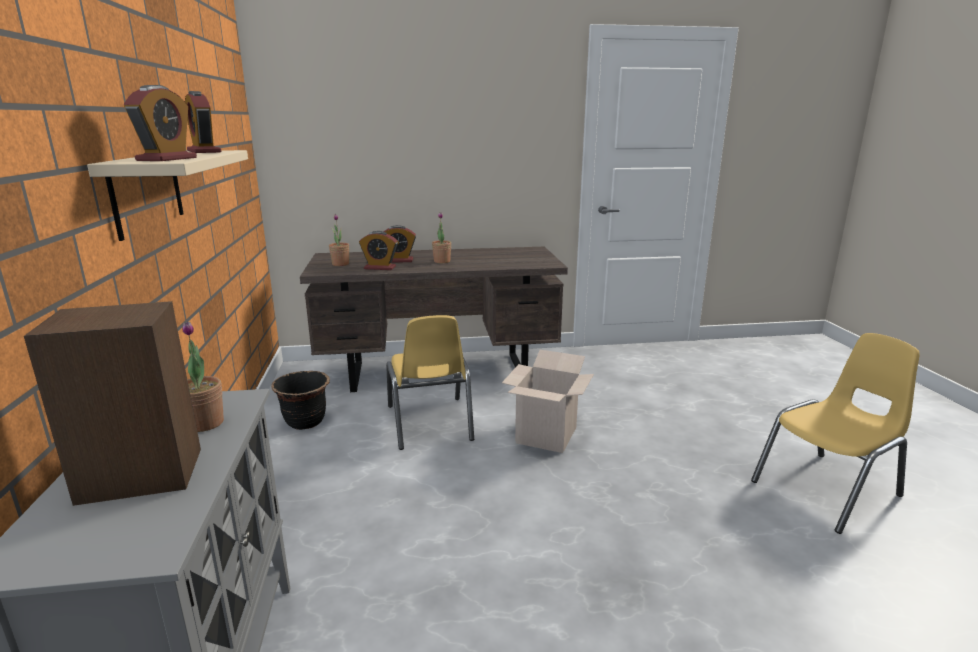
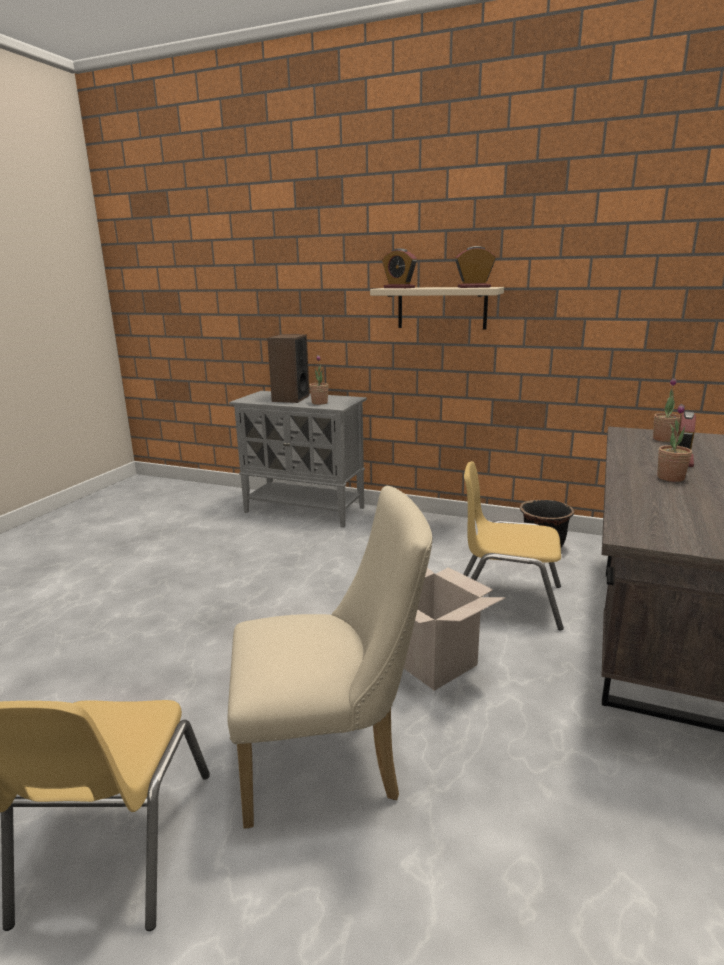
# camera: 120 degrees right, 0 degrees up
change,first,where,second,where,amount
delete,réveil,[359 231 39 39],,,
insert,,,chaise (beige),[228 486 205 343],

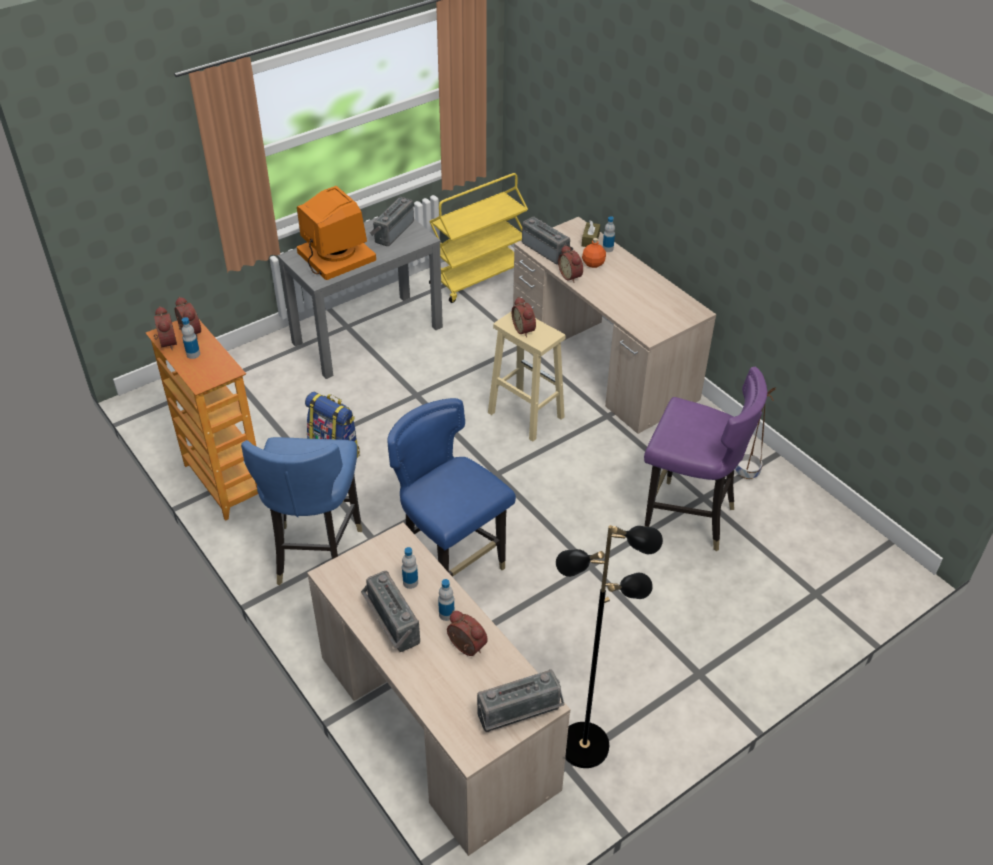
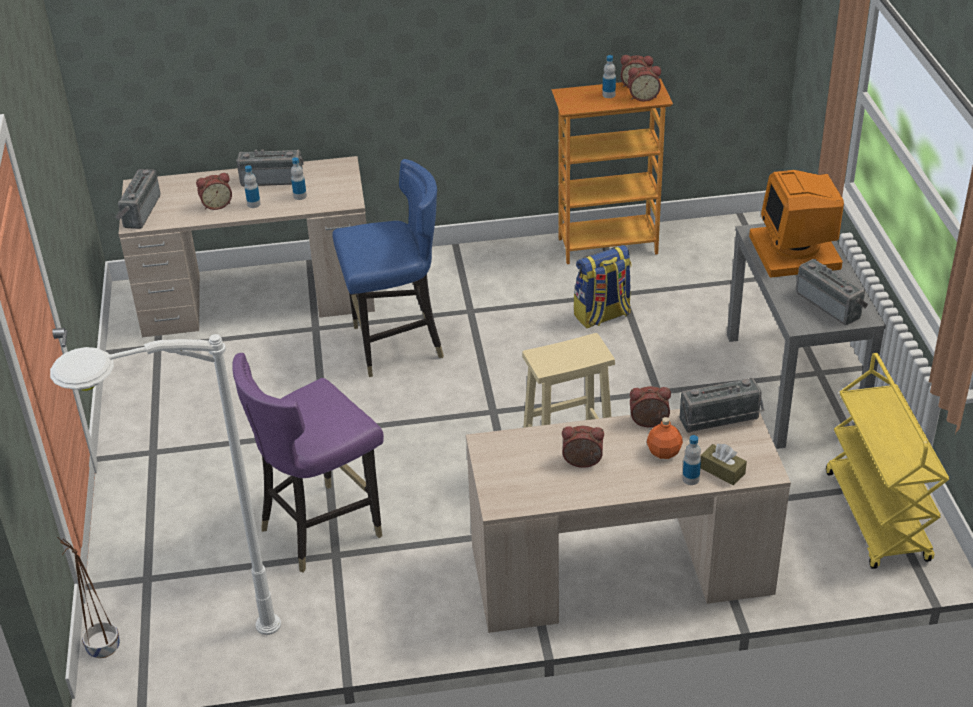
# camera: 120 degrees right, 5 degrees down
change,first,where,second,where,amount
delete,chaise (bleu),[241 437 121 148],,,
rotate,écran d'ordinateur,[297 186 79 94],,[749 170 95 107],90 degrees clockwise
move,réveil,[512 297 24 40],,[562 426 42 42],
delete,lampadaire (noir),[556 525 107 243],,,
move,cache-pot (marron),[735 387 42 92],,[57 537 63 121],
insert,,,lampadaire (blanc),[50 334 231 301],

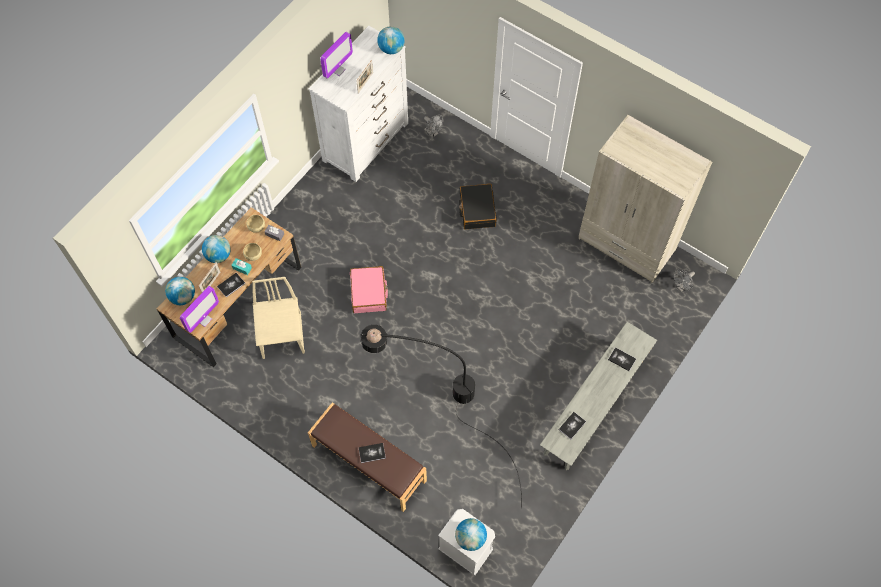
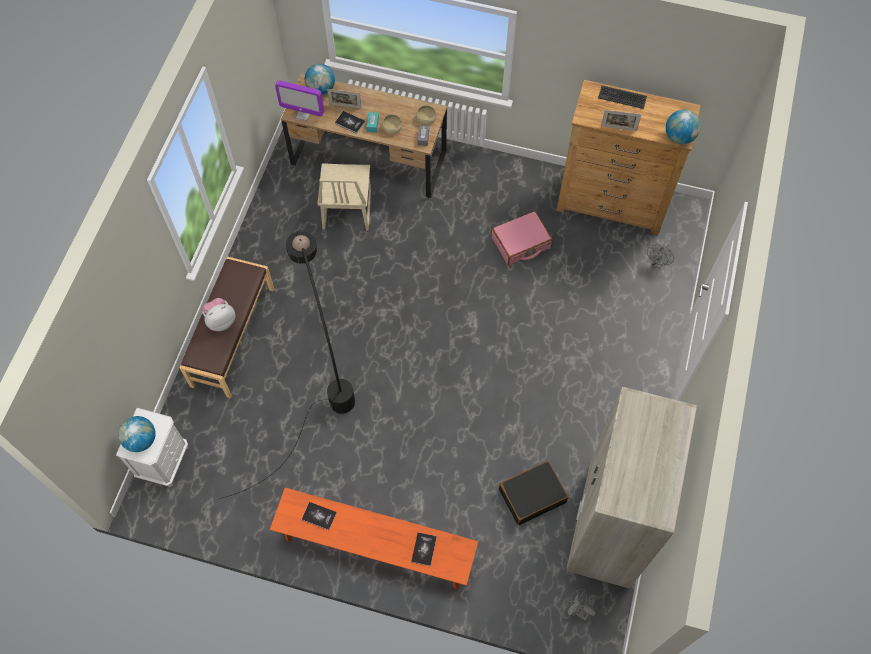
# camera: 70 degrees right, 0 degrees up
change,first,where,second,where,amount
delete,globe,[202 235 29 28],,,
rotate,chaise (beige),[252 277 53 82],,[318 163 53 68],120 degrees clockwise
recolor,commode (blanc),[308 26 100 156],commode (marron),[556 80 145 154],
replace,écran d'ordinateur,[320 32 33 46],clavier,[598 86 49 23],
move,valise (rose),[350 266 38 47],,[491 211 62 54],
replace,livre,[358 443 28 20],peluche,[202 298 33 33],
move,valise (noir),[459 184 38 45],,[499 461 70 64],
recolor,banc (gris),[540 322 117 148],banc (orange),[270 488 208 102],

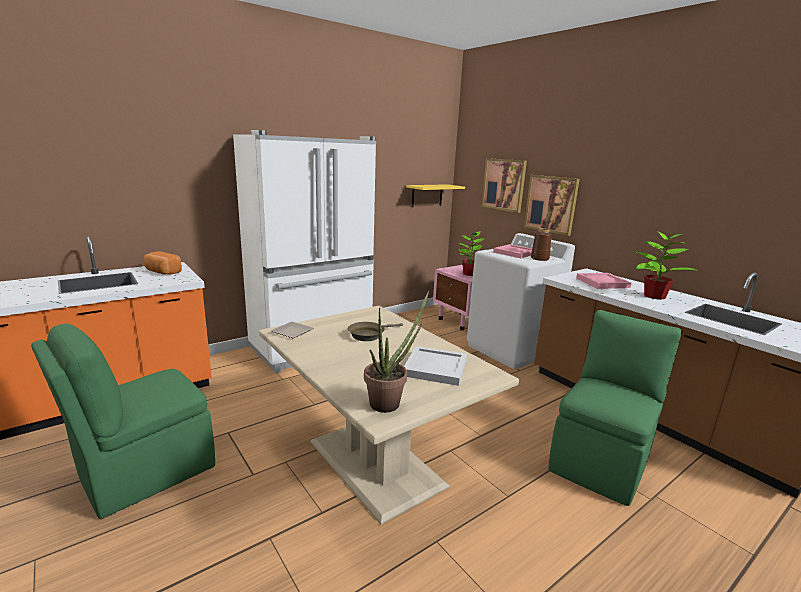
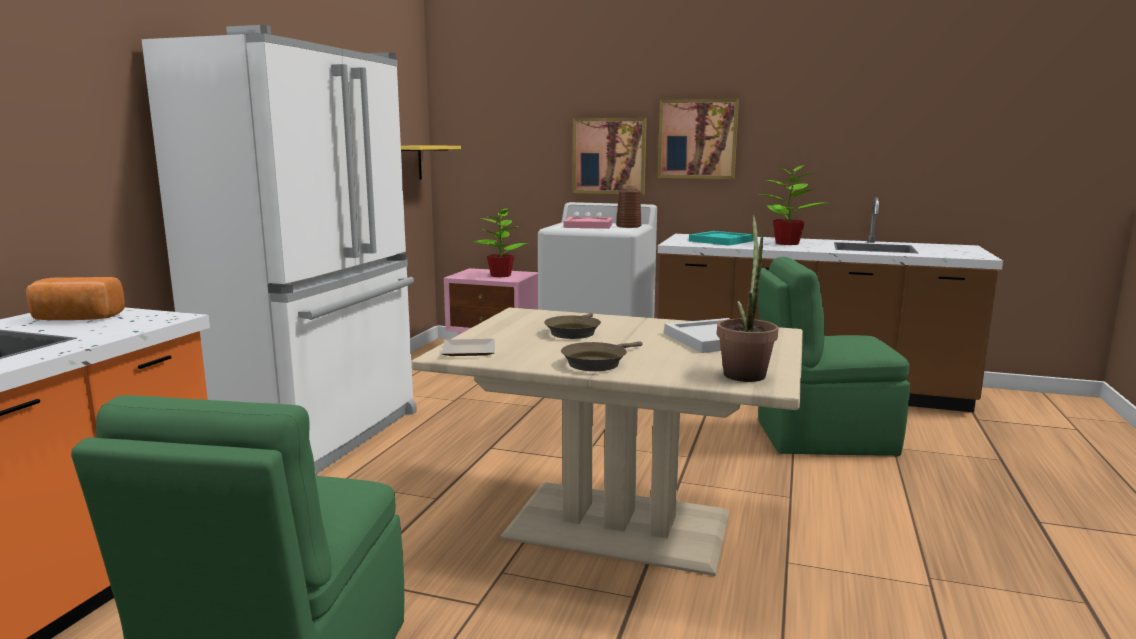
# camera: 35 degrees left, 5 degrees down
change,first,where,second,where,amount
move,tableau,[481 158 46 55],,[658 99 81 80],
rotate,chaise (vert),[548 310 134 196],,[758 257 152 199],90 degrees counterclockwise
recolor,plateau (rose),[576 273 56 16],plateau (turquoise),[689 231 65 15],
insert,,,poêle (marron),[561 341 82 30],

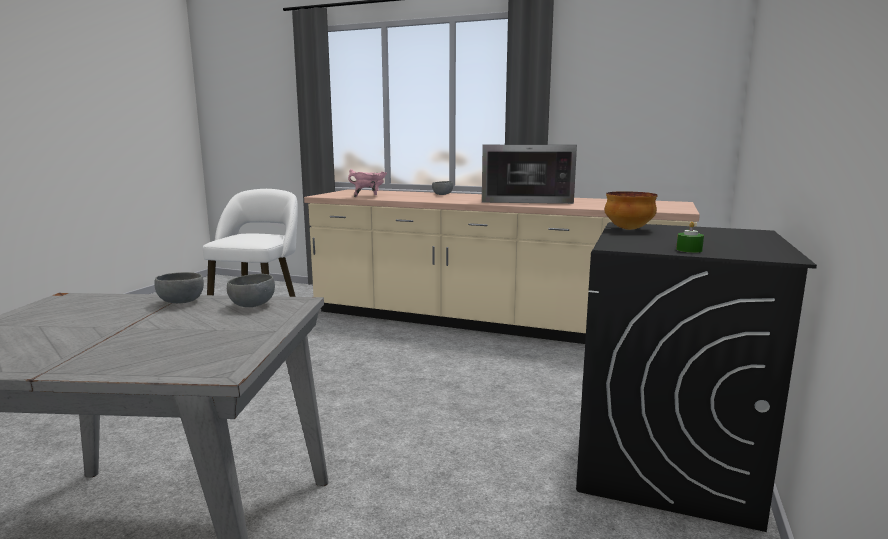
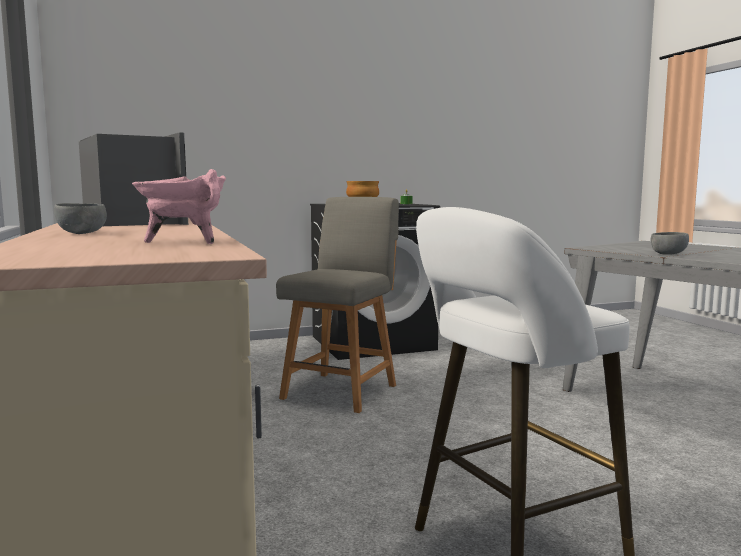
# camera: 130 degrees left, 5 degrees down
change,first,where,second,where,amount
delete,bol (gris),[227 274 48 33],,,
insert,,,chaise (gris),[276 197 123 216],

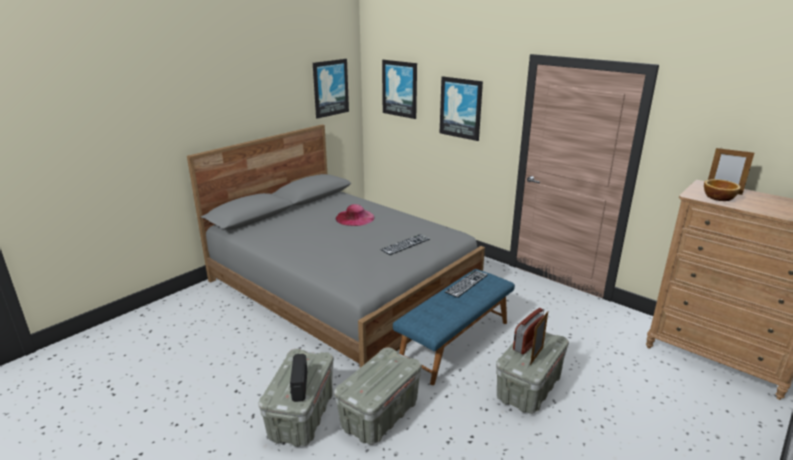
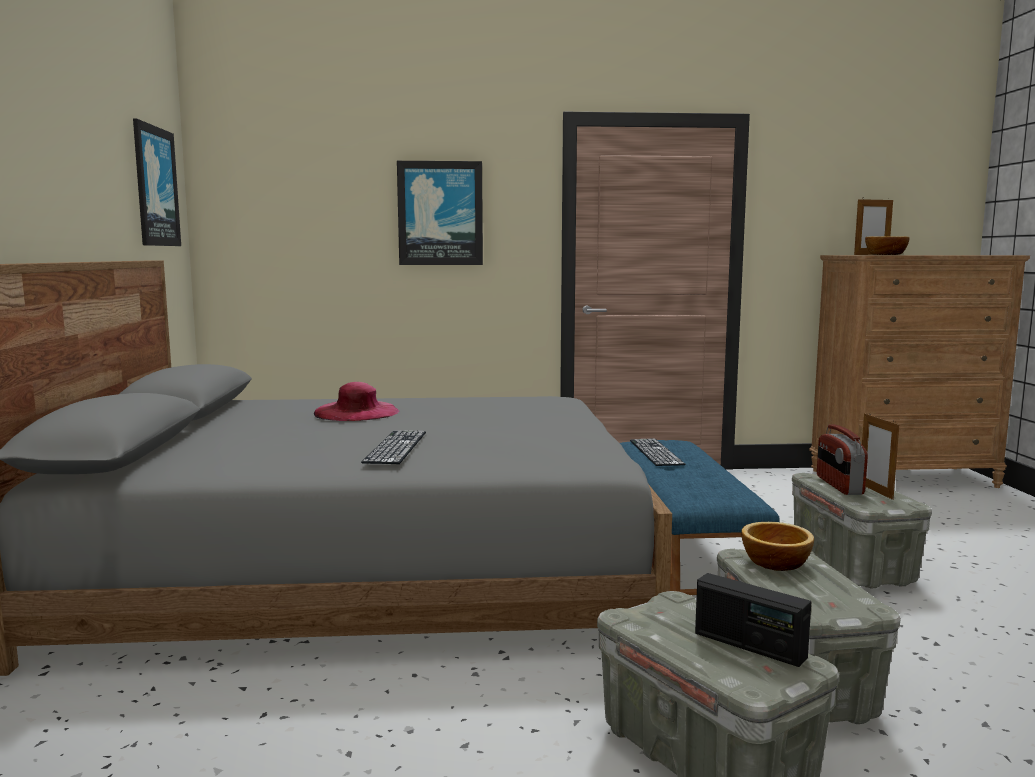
# camera: 45 degrees left, 15 degrees down
change,first,where,second,where,amount
move,clavier,[380 234 50 21],,[361 431 65 33],
delete,tableau,[382 60 35 59],,,
insert,,,bol,[741 522 73 49],

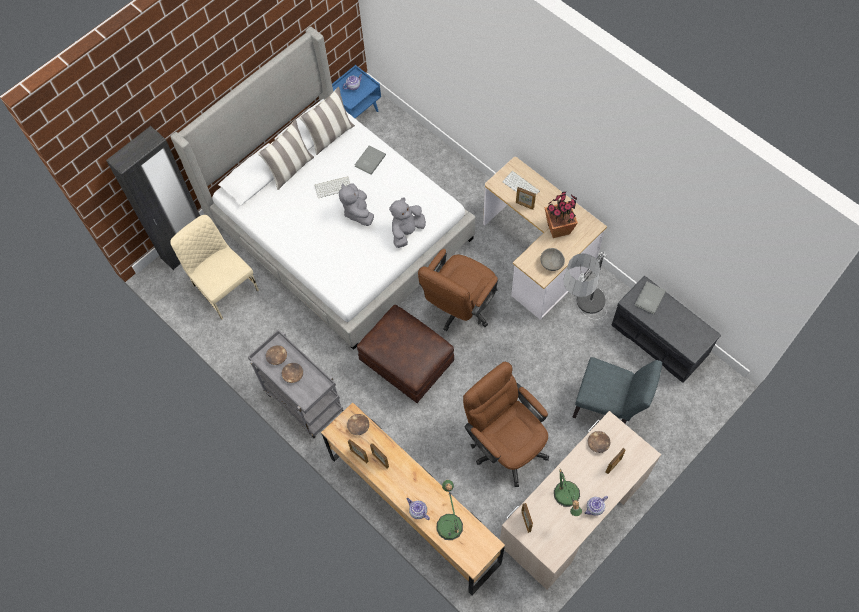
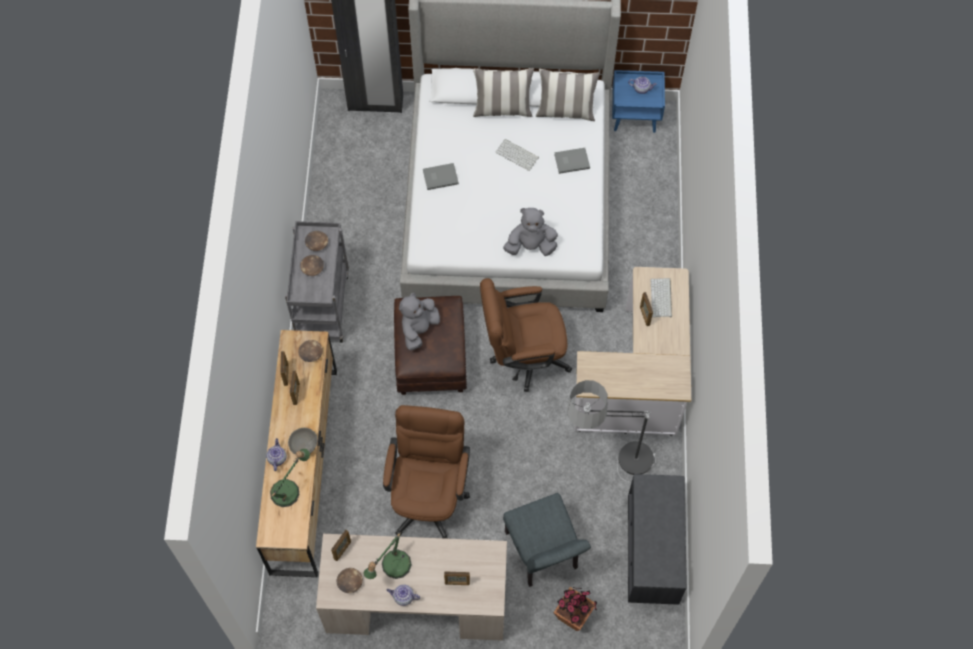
# camera: 45 degrees right, 0 degrees up
change,first,where,second,where,amount
delete,chaise (beige),[170 215 89 105],,,
move,peluche (gris),[339 183 35 43],,[399 293 41 58],
move,bol (gris),[540 248 25 23],,[288 428 29 27],
move,plante en pot,[544 192 34 46],,[553 587 44 44],
move,bol (marron),[588 431 22 22],,[337 568 26 25],
move,livre (gris),[634 281 32 33],,[423 163 36 27],

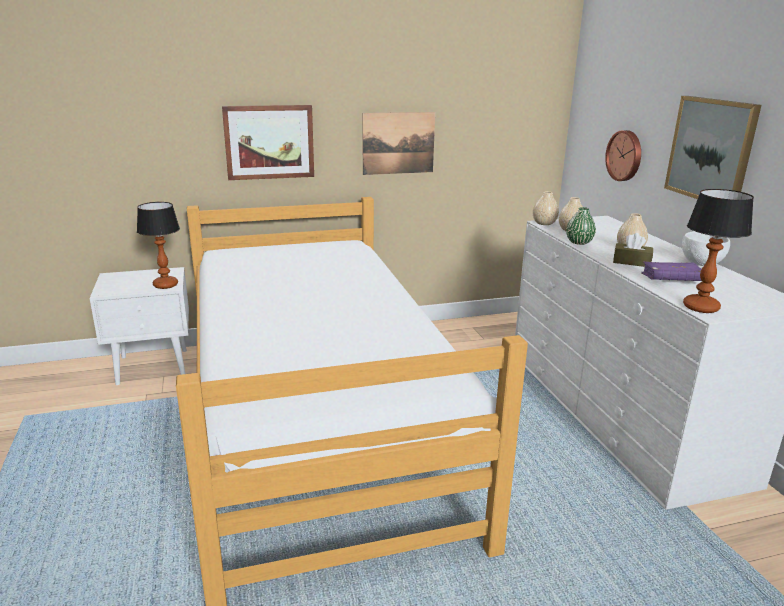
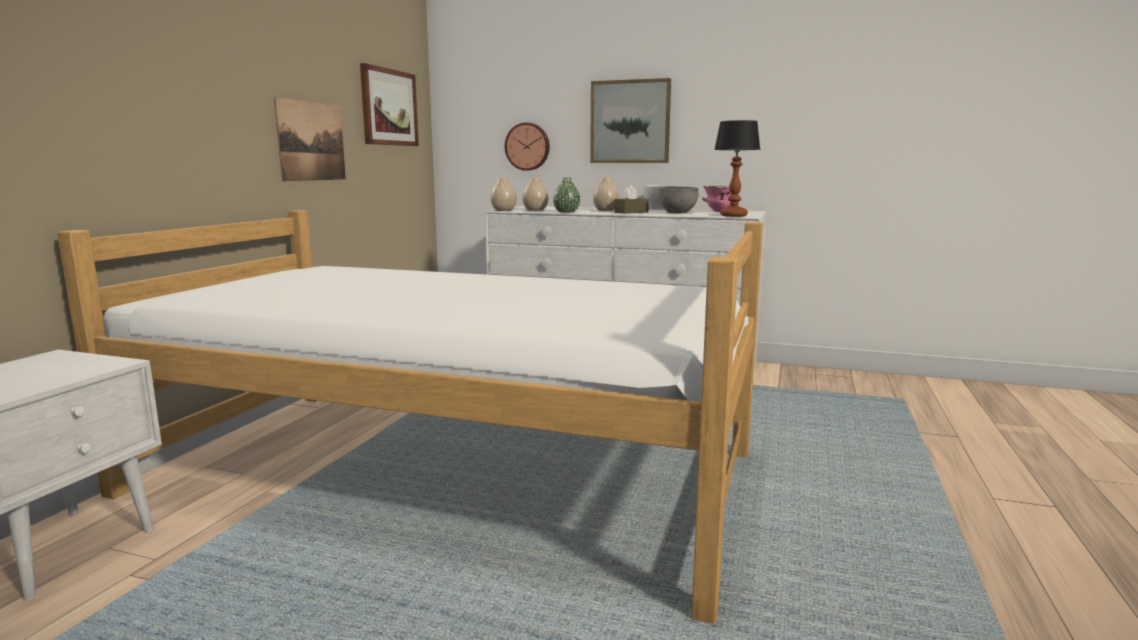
# camera: 55 degrees left, 10 degrees down
change,first,where,second,where,amount
delete,lampe de table,[137 202 43 87],,,
move,tableau,[222 105 92 75],,[360 63 59 83],
replace,livre (violet),[641 262 61 19],bol (gris),[659 186 40 28],
insert,,,bol (rose),[702 186 29 26],

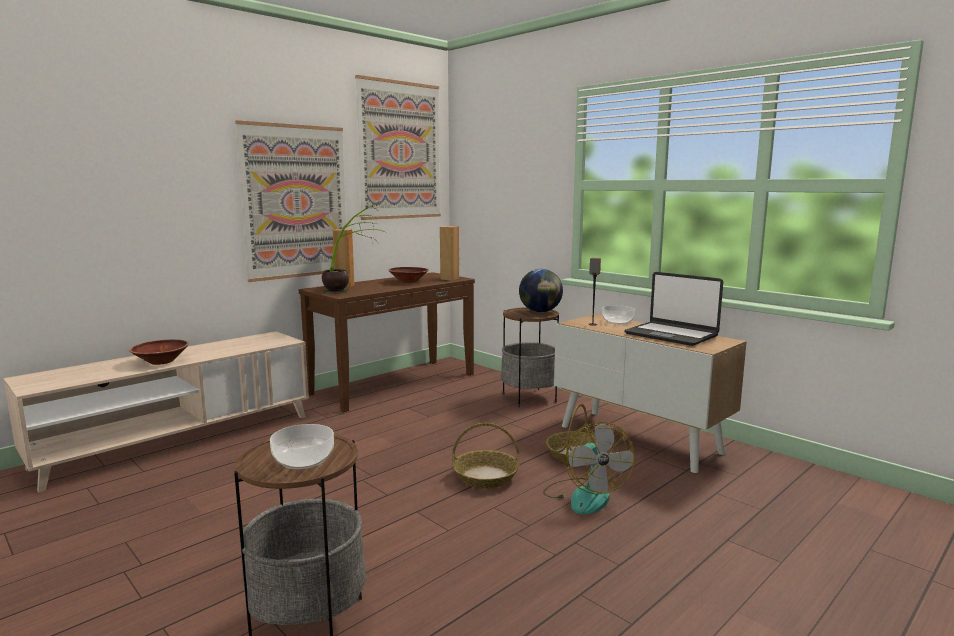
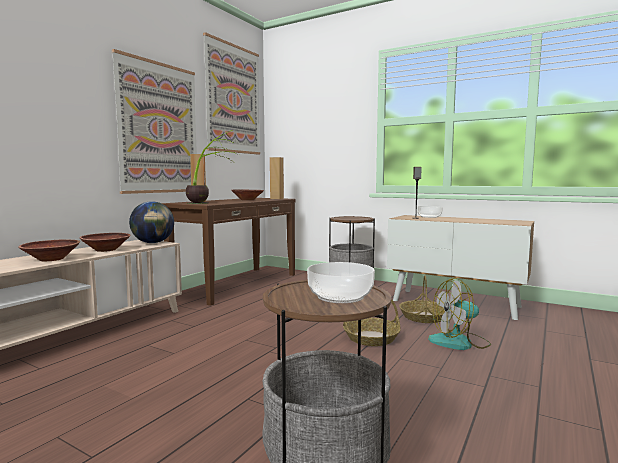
# camera: 15 degrees left, 5 degrees down
change,first,where,second,where,amount
move,globe,[519 269 44 43],,[129 201 45 42],
rotate,ventilateur,[543 422 92 92],,[428 278 63 72],105 degrees clockwise
delete,ordinateur portable,[624 272 99 74],,,
insert,,,bol (marron),[79 233 52 19],

